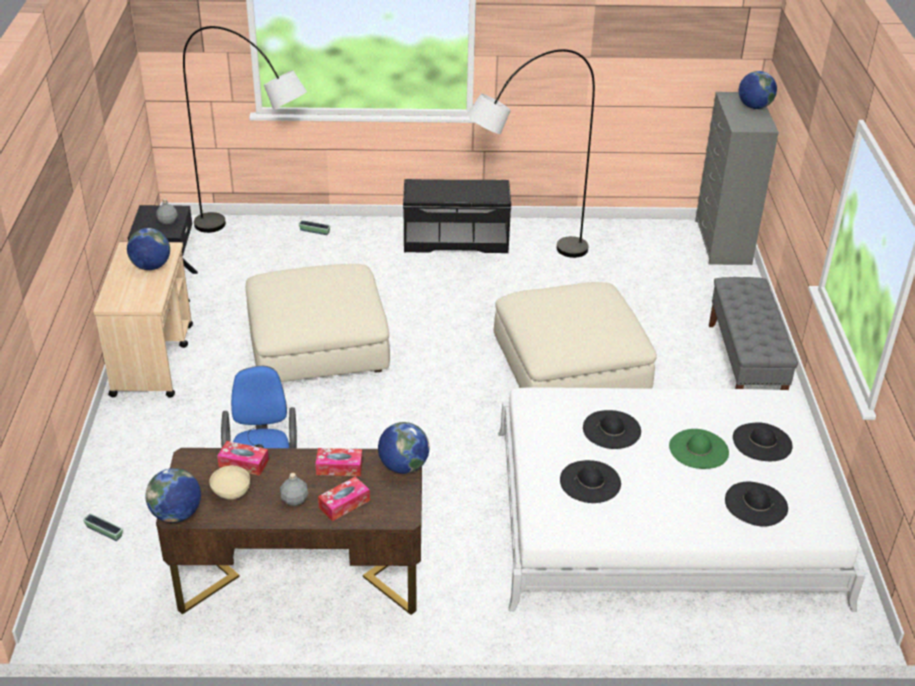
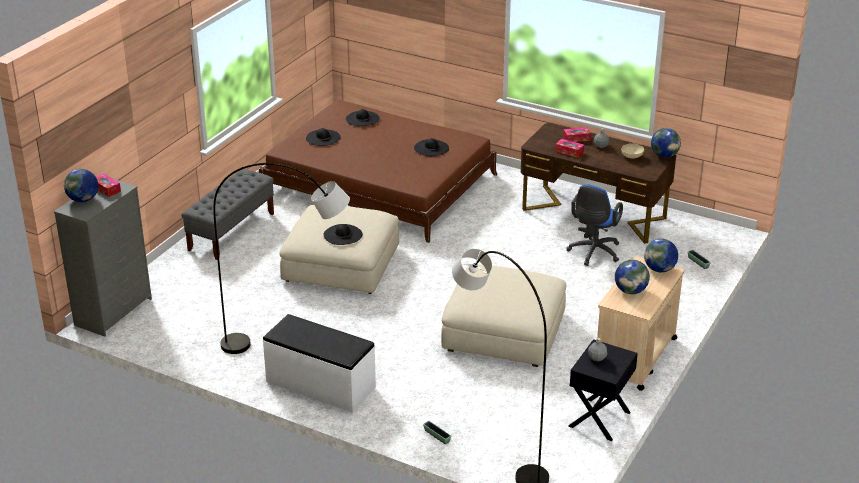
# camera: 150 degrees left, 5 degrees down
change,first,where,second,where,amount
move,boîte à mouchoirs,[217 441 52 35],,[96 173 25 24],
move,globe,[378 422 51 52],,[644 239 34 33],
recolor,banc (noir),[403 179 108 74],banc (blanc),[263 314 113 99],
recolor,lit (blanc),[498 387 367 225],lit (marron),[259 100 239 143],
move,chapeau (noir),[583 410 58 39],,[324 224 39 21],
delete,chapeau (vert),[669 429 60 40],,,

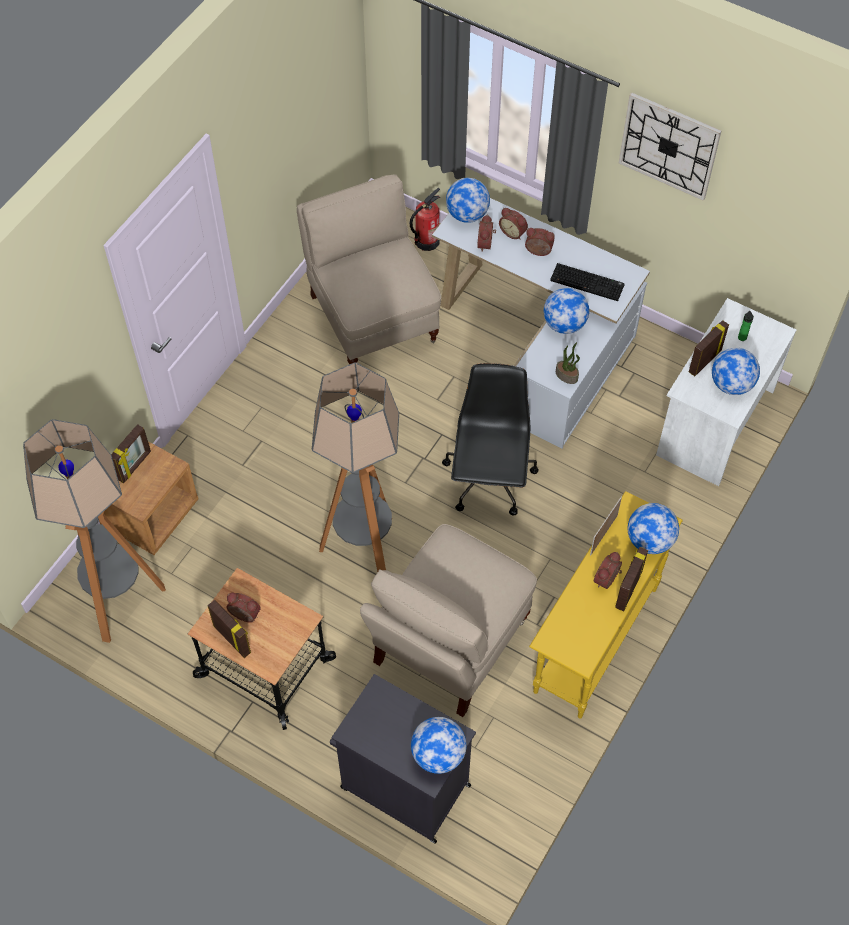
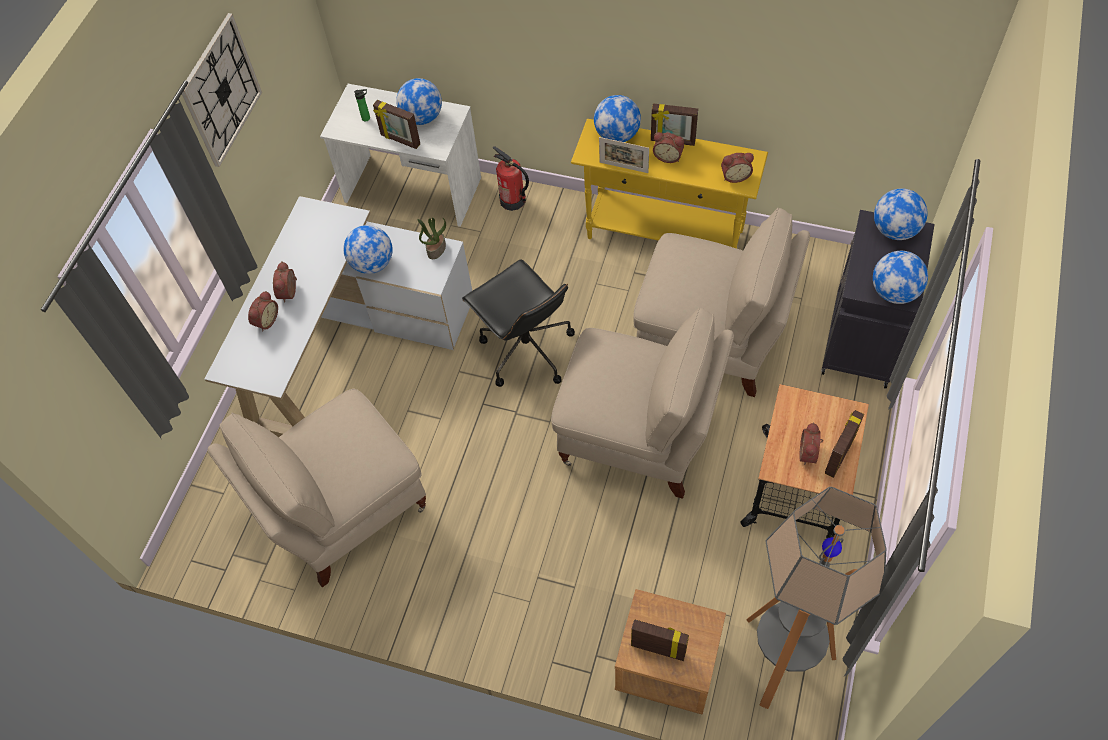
# camera: 100 degrees left, 0 degrees up
change,first,where,second,where,amount
replace,lampadaire,[312 362 87 210],chaise (beige),[551 308 183 191],
move,extincteur,[410 188 30 63],,[493 146 36 65],
rotate,chaise de bureau (noir),[442 363 97 152],,[462 259 113 128],120 degrees counterclockwise
move,globe,[446 178 44 45],,[873 251 55 53],
move,réveil,[477 215 19 37],,[721 153 33 30],
delete,clavier,[550 263 75 38],,,

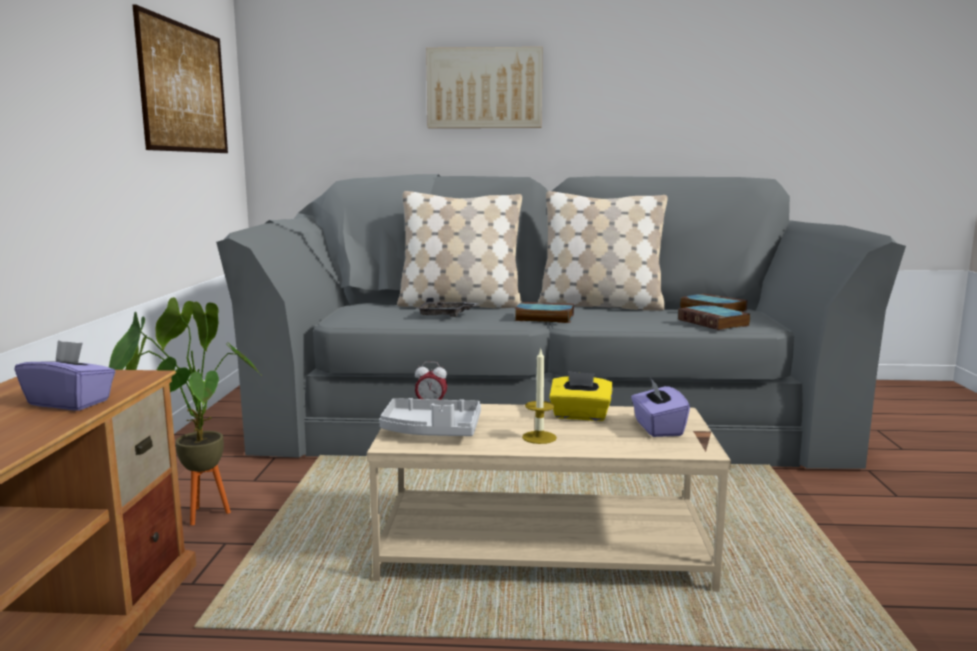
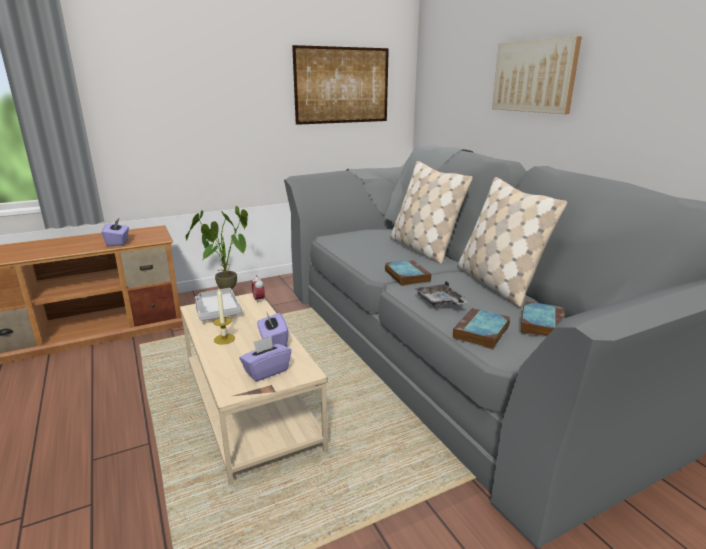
# camera: 60 degrees right, 10 degrees up
change,first,where,second,where,amount
move,plateau (gris),[416 298 62 19],,[414 281 55 27],
recolor,boîte à mouchoirs (jaune),[549 371 64 50],boîte à mouchoirs (violet),[257 311 32 36],

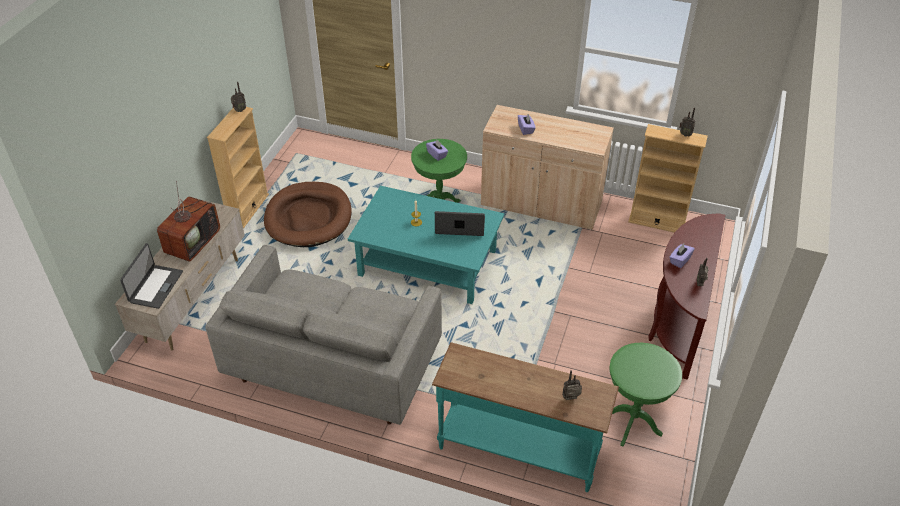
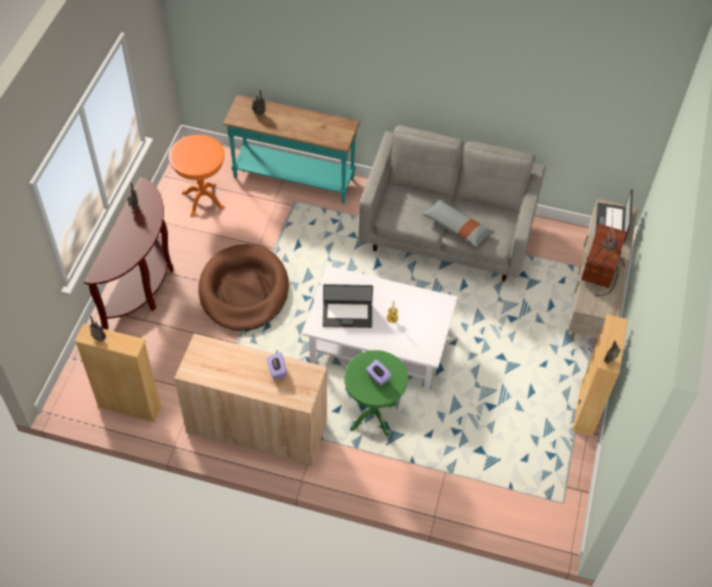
# camera: 175 degrees right, 10 degrees up
change,first,where,second,where,amount
move,panier pour chien (marron),[264 182 88 65],,[198 244 91 87],
recolor,table basse (turquoise),[348 186 156 118],table basse (blanc),[302 266 156 125],
recolor,table d'appoint (vert),[610 343 72 103],table d'appoint (orange),[169 135 56 82],
delete,boîte à mouchoirs (violet),[669 244 26 24],,,
insert,,,coussin (gris),[422 199 73 49],

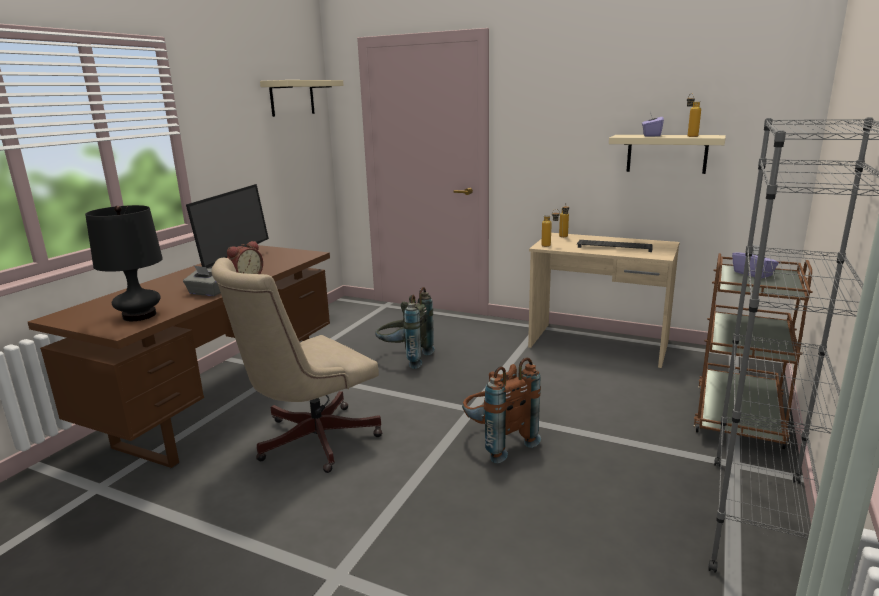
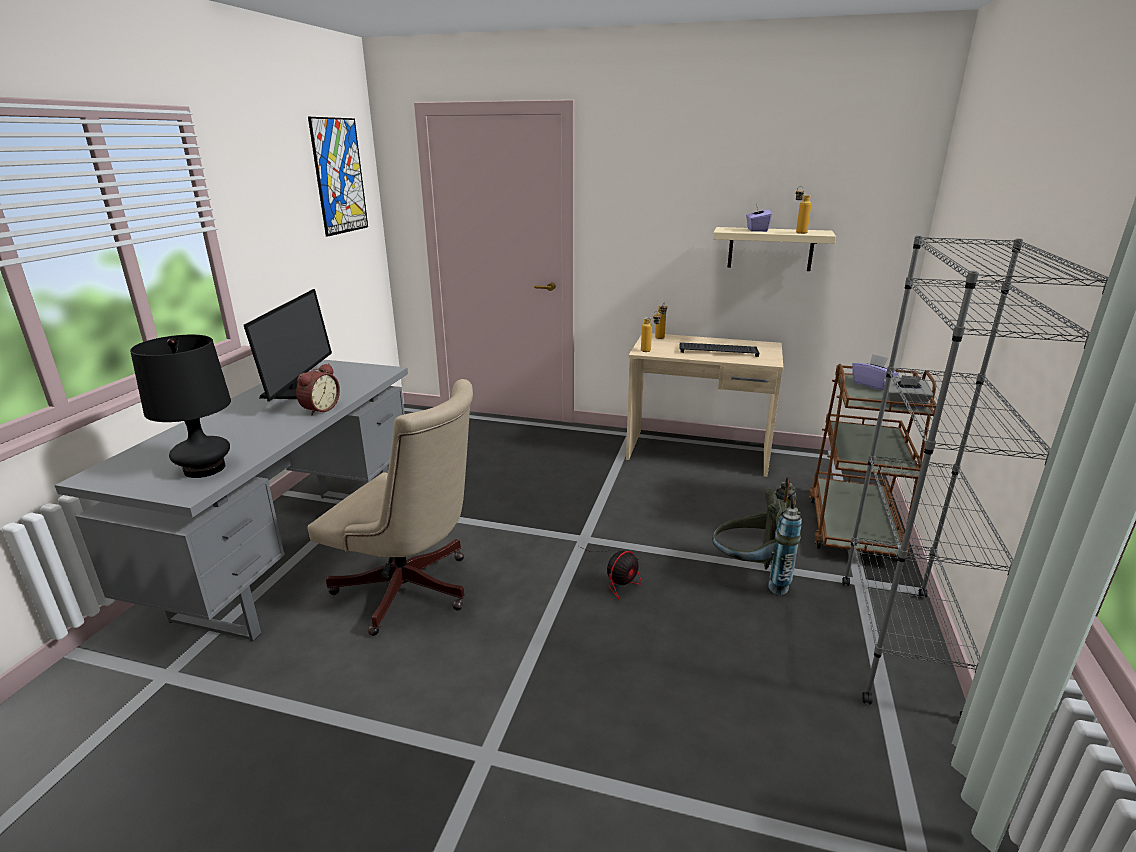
# camera: 10 degrees left, 5 degrees up
change,first,where,second,where,amount
recolor,bureau (marron),[28 245 302 224],bureau (gris),[55 360 353 281],
move,boîte à mouchoirs (gris),[183 265 38 31],,[883 375 50 34],
rotate,chaise de bureau (beige),[211 258 171 215],,[307 379 166 257],105 degrees counterclockwise
replace,étagère (beige),[260 80 84 37],tableau,[308 117 60 120],
move,sac à dos (gris),[375 287 60 82],,[712 477 90 118],
replace,sac à dos (marron),[462 357 79 106],ventilateur,[579 546 64 54],

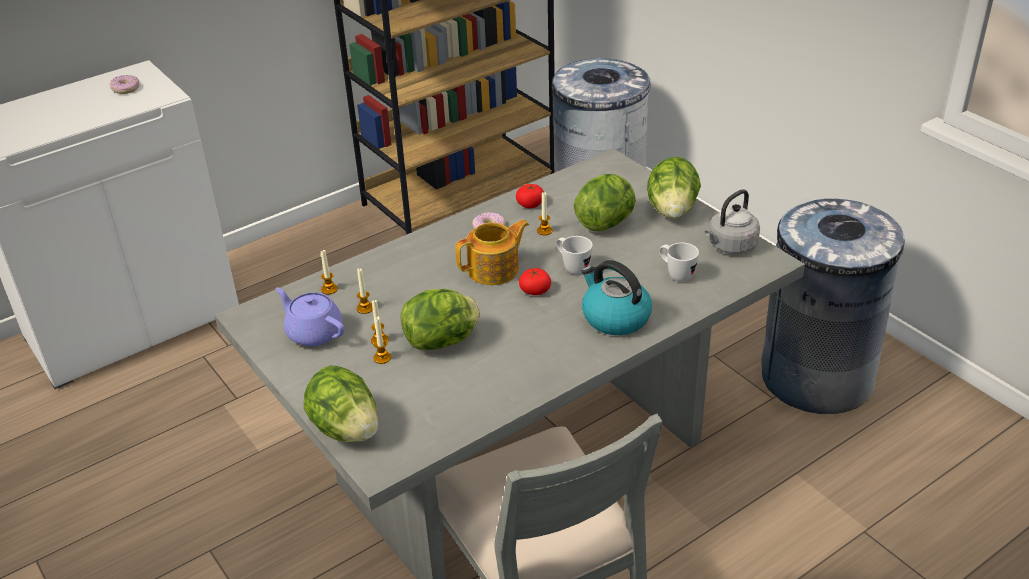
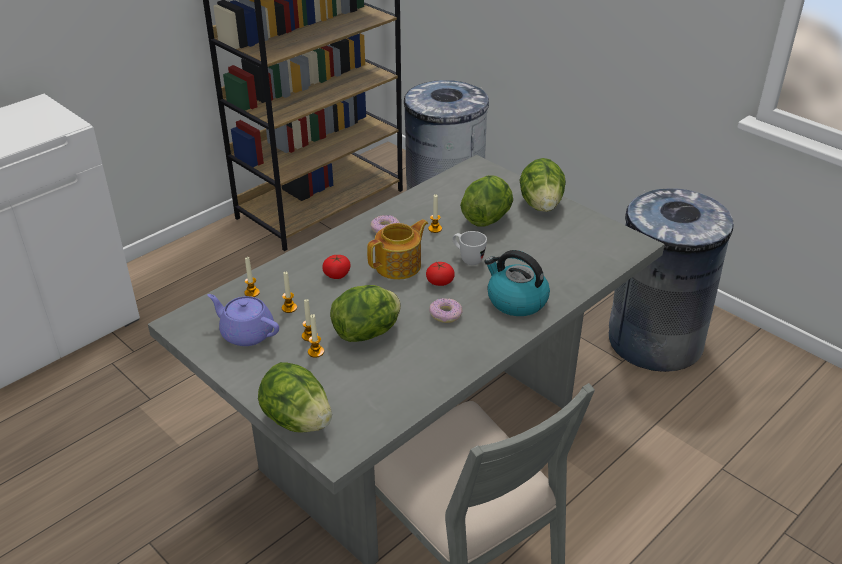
# camera: 10 degrees left, 0 degrees up
change,first,where,second,where,amount
move,beignet,[110 75 30 19],,[429 298 34 25],
move,tomate,[516 184 28 24],,[322 255 29 24],
delete,mug (blanc),[659 243 40 39],,,
delete,bouilloire (gris),[705 189 55 65],,,

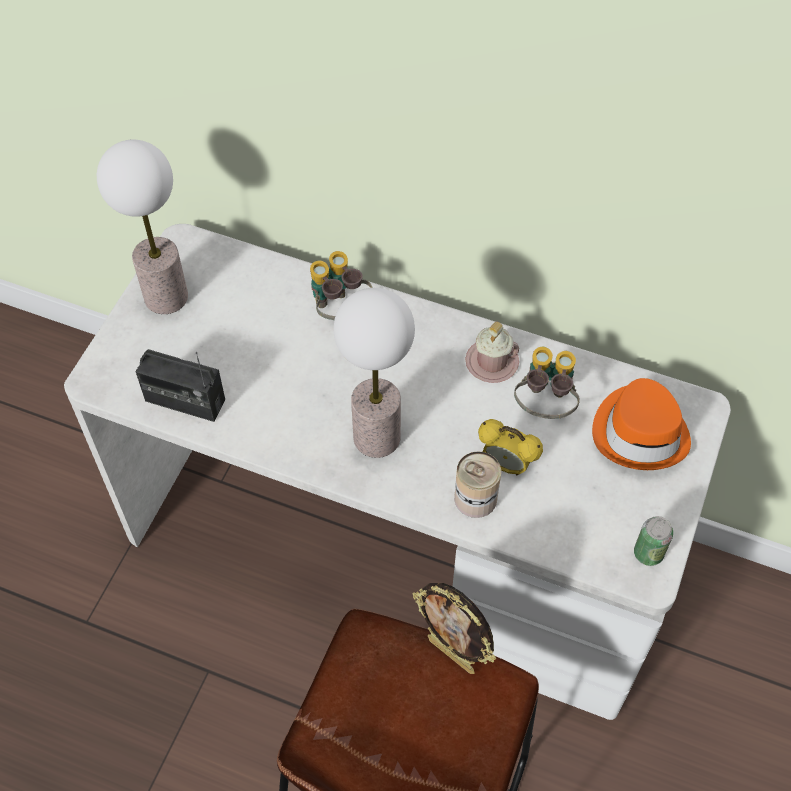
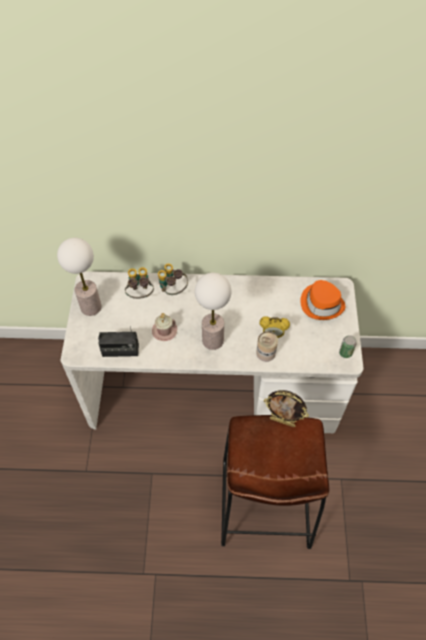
# camera: 20 degrees left, 0 degrees up
change,first,where,second,where,amount
move,mug (rose),[465 322 54 61],,[152 313 25 28],
move,jumelles,[514 347 66 72],,[125 267 29 32],

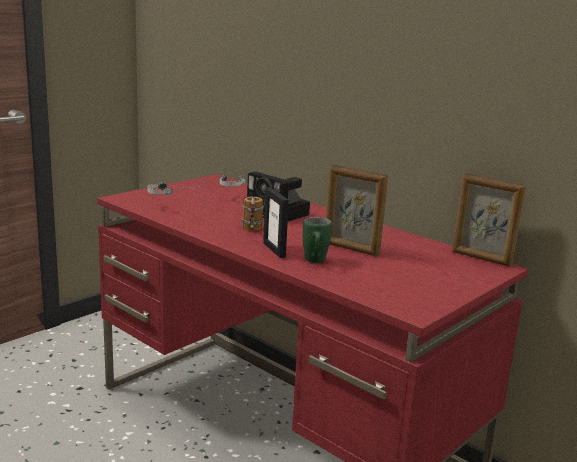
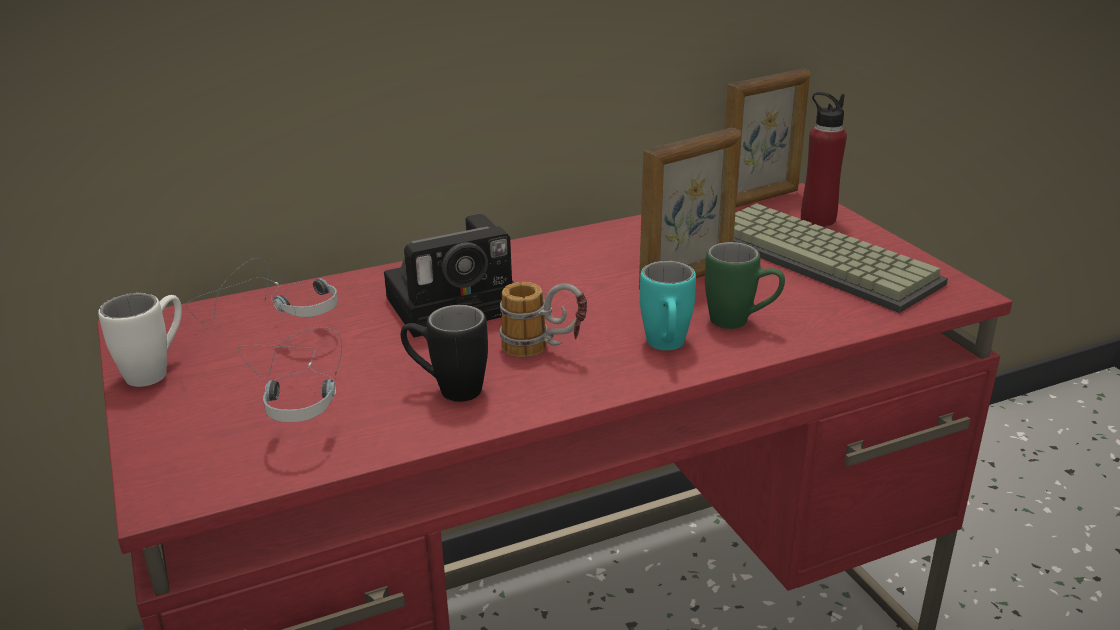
# camera: 65 degrees left, 10 degrees up
change,first,where,second,where,amount
replace,cadre photo,[263 188 26 70],mug (turquoise),[640 261 56 89],
insert,,,mug (blanc),[98 293 84 94],
insert,,,mug (noir),[401 305 87 97],
insert,,,clavier,[733 203 215 110],
insert,,,bouteille (rouge),[801 92 46 135],

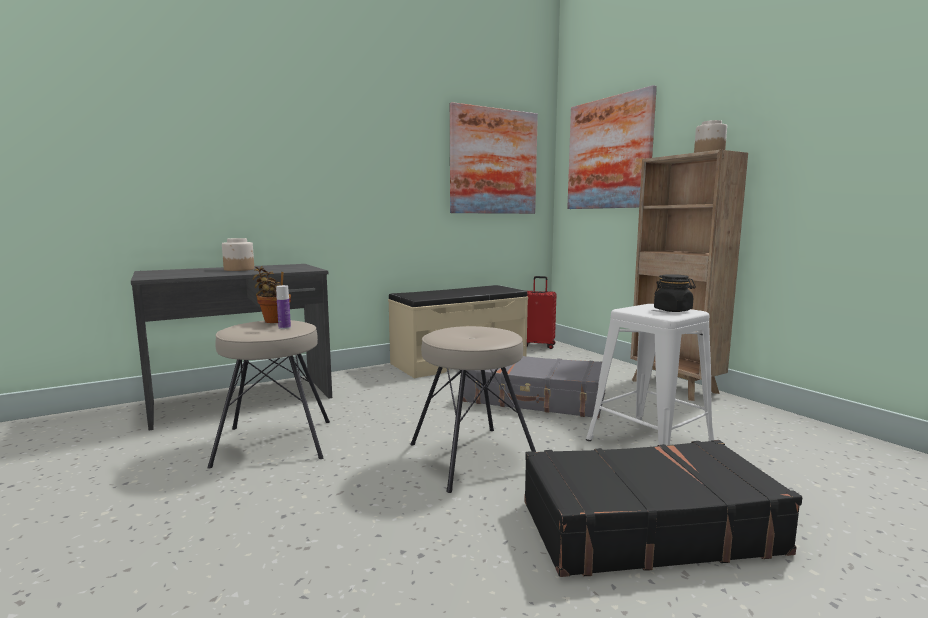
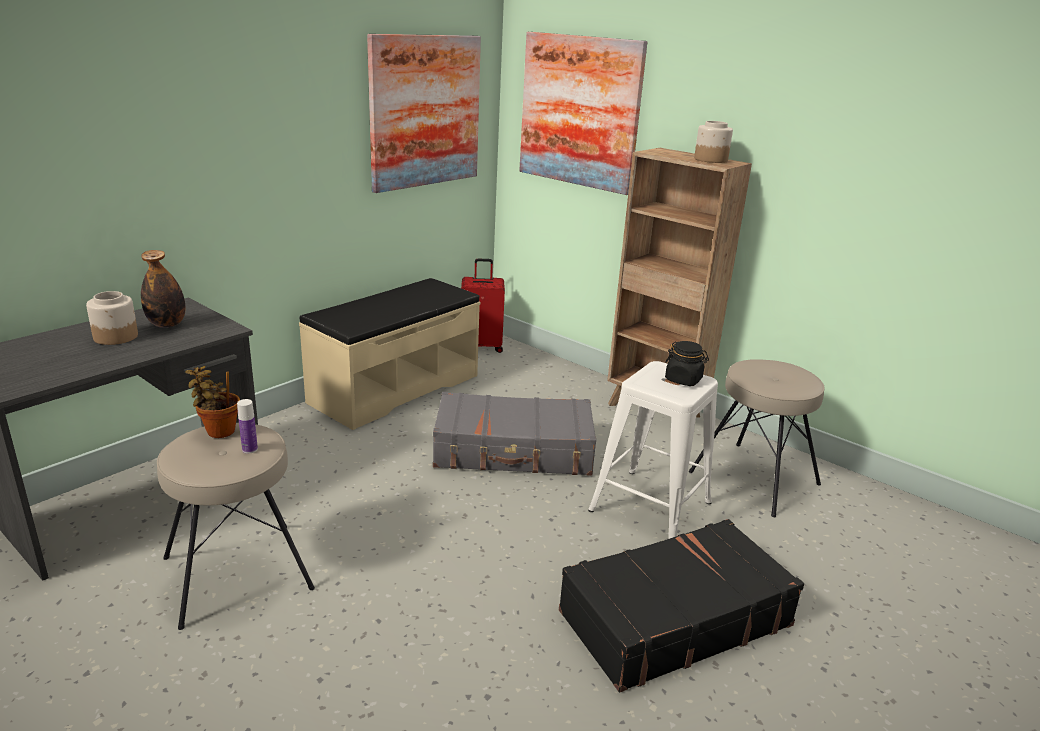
# camera: 20 degrees left, 15 degrees up
change,first,where,second,where,amount
move,tabouret (beige),[410 326 126 167],,[689 359 136 158],
insert,,,bouteille,[141 250 45 78],

